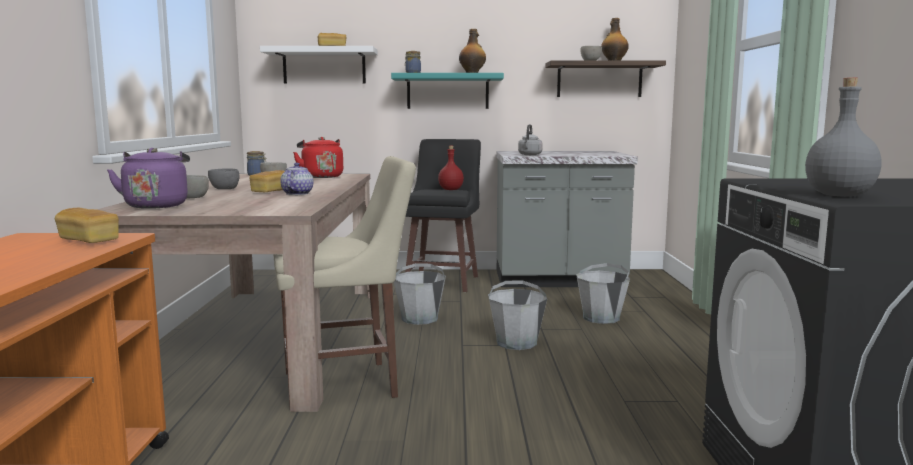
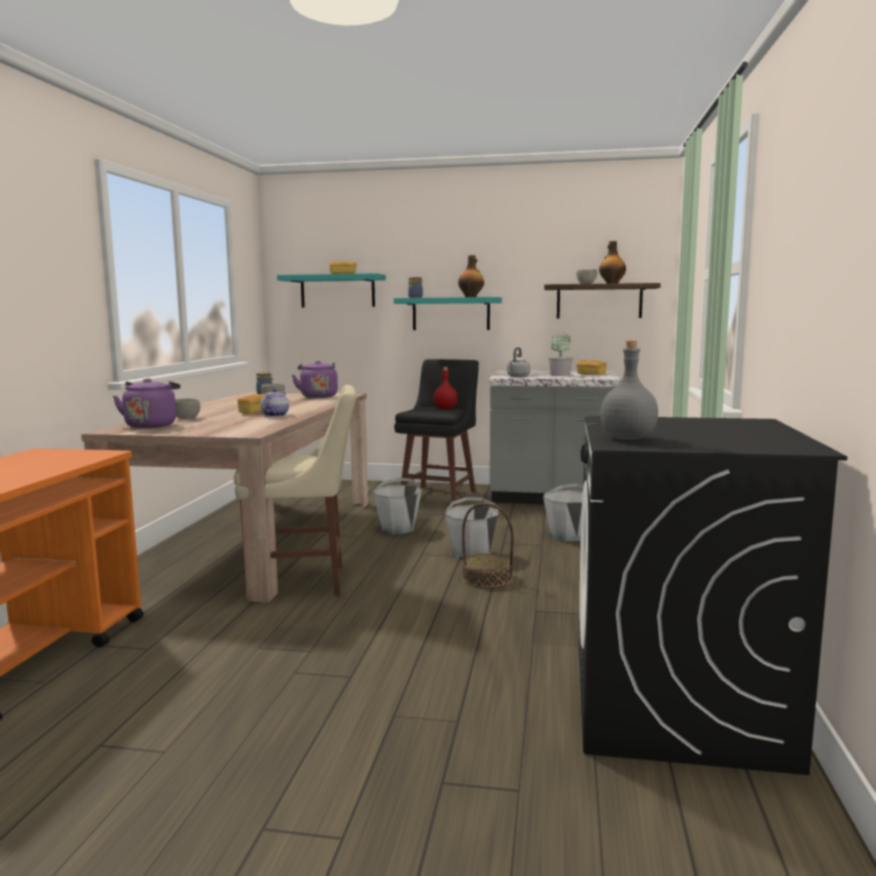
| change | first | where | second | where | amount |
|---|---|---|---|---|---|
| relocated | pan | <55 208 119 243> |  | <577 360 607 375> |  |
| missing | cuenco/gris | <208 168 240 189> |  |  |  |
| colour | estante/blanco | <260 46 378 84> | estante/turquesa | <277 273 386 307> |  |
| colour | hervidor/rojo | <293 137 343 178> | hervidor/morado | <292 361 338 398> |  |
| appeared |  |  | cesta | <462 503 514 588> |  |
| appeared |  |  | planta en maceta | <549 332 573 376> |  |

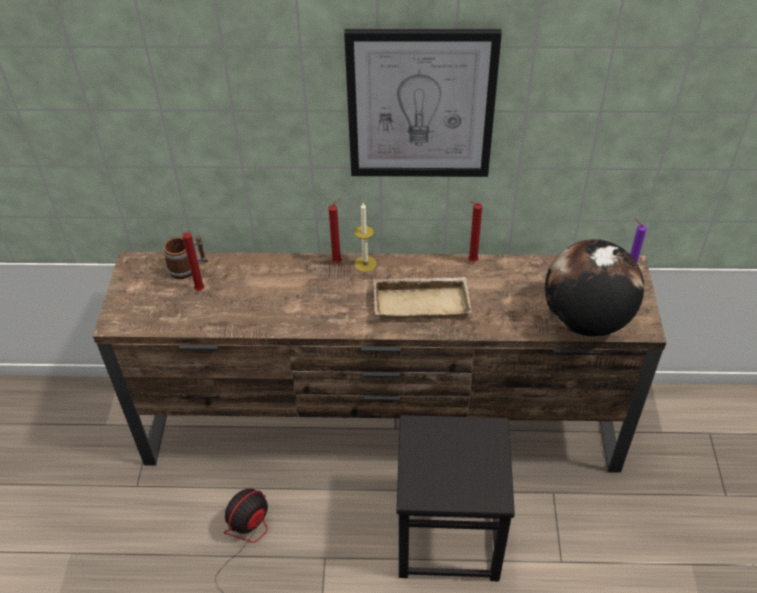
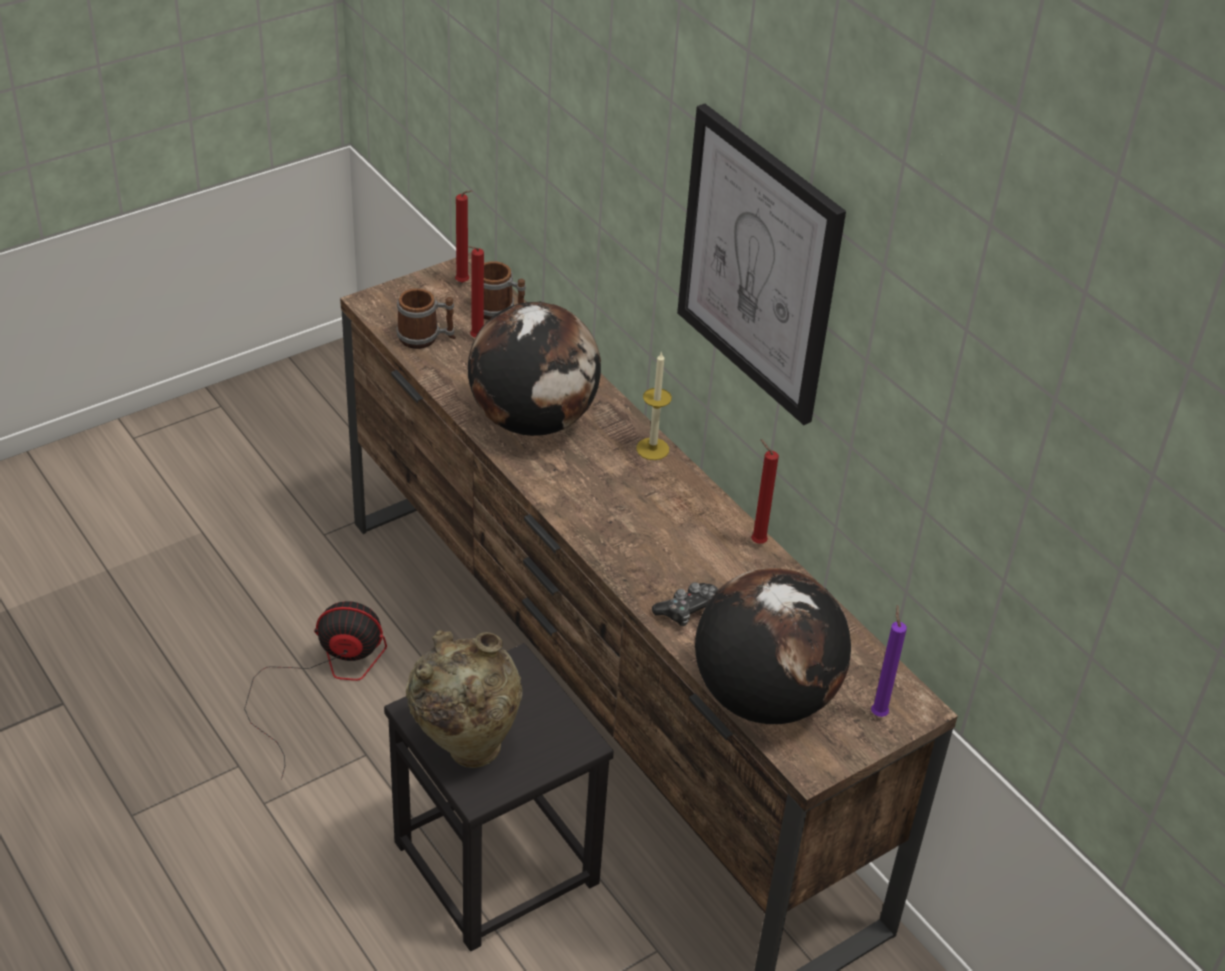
| change | first | where | second | where | amount |
|---|---|---|---|---|---|
| relocated | vela/rojo | <329 198 342 264> |  | <455 190 472 283> |  |
| missing | bandeja/beis | <373 277 472 321> |  |  |  |
| appeared |  |  | taza grande | <396 288 456 349> |  |
| appeared |  |  | florero/beis | <406 630 522 768> |  |
| appeared |  |  | globo terráqueo | <468 302 601 436> |  |
| appeared |  |  | mando de consola | <652 582 718 626> |  |

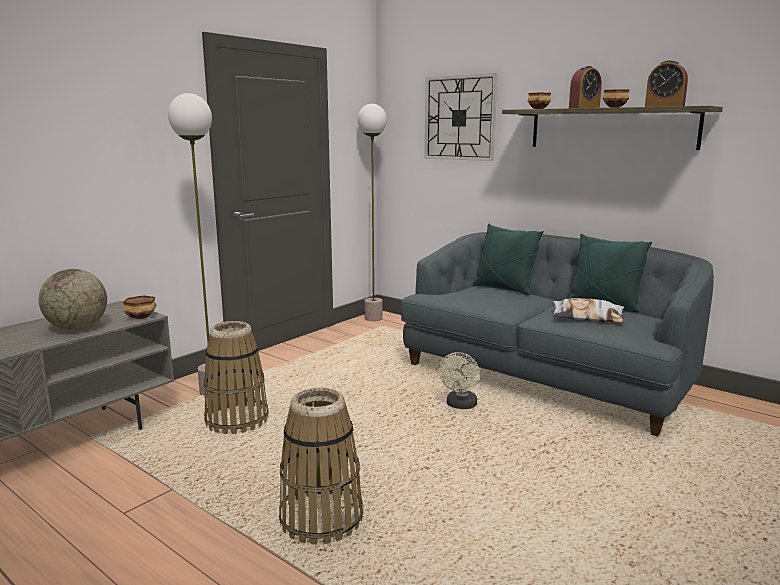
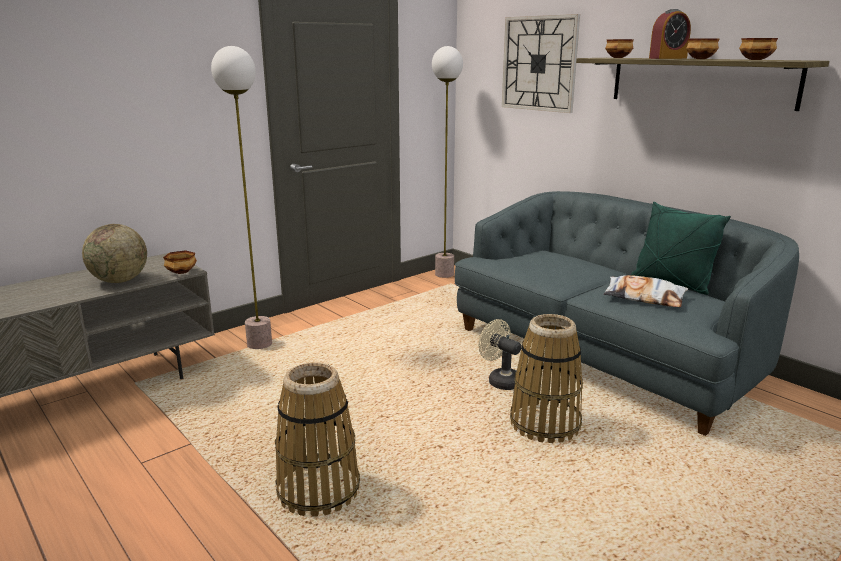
| change | first | where | second | where | amount |
|---|---|---|---|---|---|
| relocated | cesta | <204 321 269 434> |  | <510 314 583 443> |  |
| spun | ventilador/beis | <439 352 480 409> |  | <479 319 521 390> | 105 degrees clockwise |
| missing | cojín/verde | <473 224 544 295> |  |  |  |
| exchanged | despertador | <645 60 688 107> | cuenco | <739 38 778 60> |  |

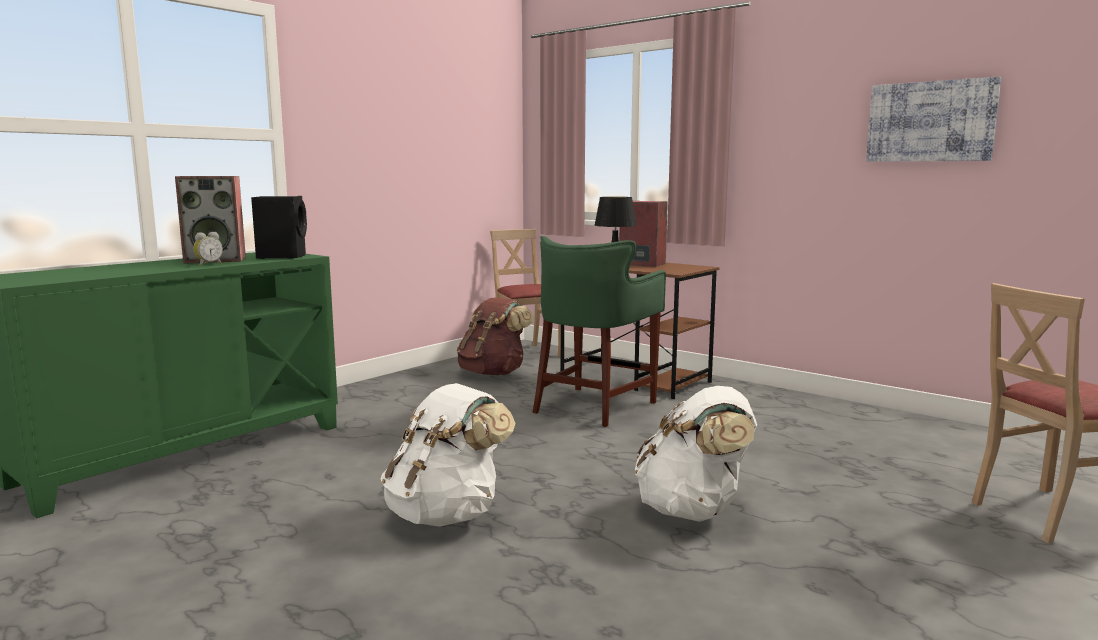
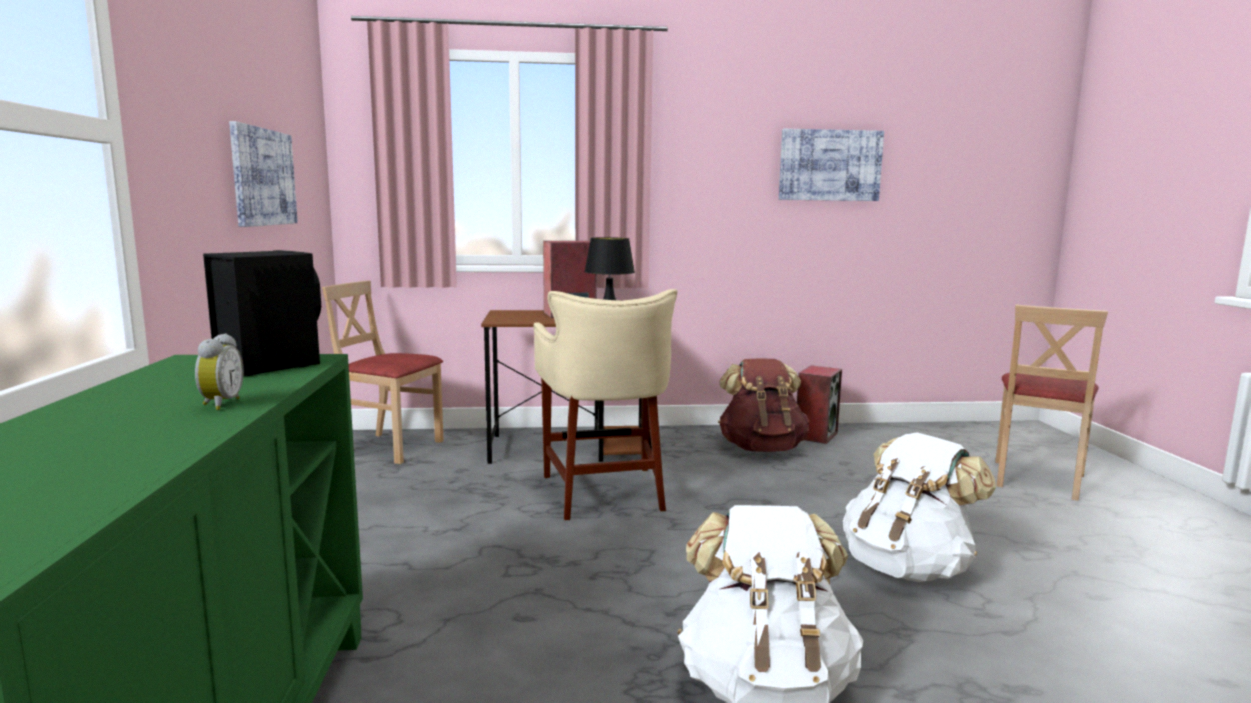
| change | first | where | second | where | amount |
|---|---|---|---|---|---|
| relocated | altavoz | <175 176 246 263> |  | <797 365 842 444> |  |
| relocated | mochila/marrón | <457 297 534 375> |  | <718 358 809 452> |  |
| colour | taburete/verde | <533 236 666 427> | taburete/beis | <533 289 678 520> |  |
| appeared |  |  | cuadro | <229 121 298 227> |  |

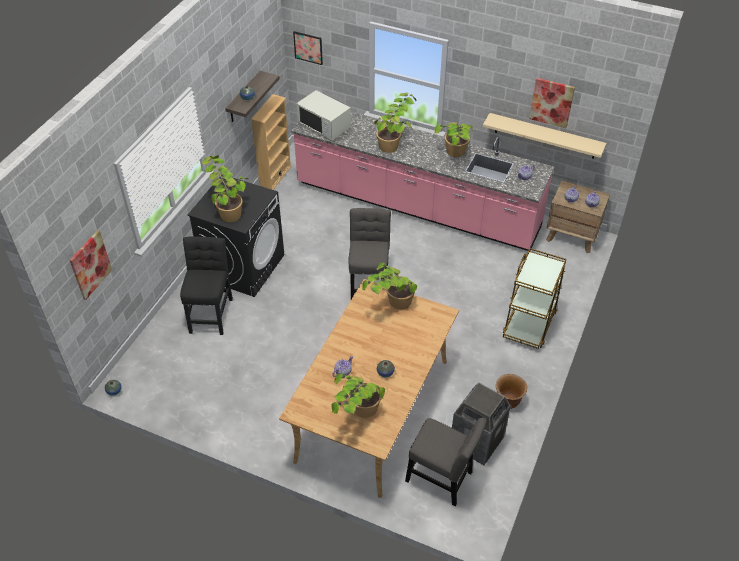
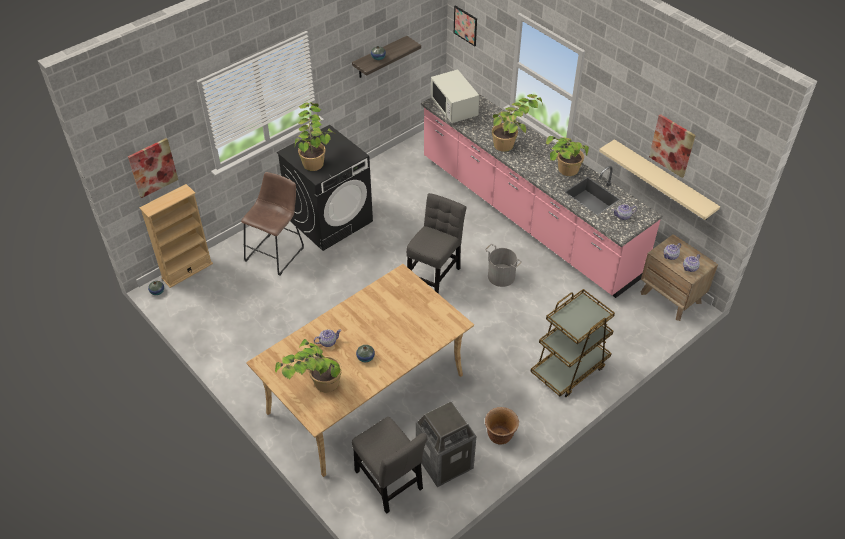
| change | first | where | second | where | amount |
|---|---|---|---|---|---|
| exchanged | silla/negro | <180 237 233 335> | taburete/marrón | <241 172 304 276> |  |
| relocated | estantería/beis | <251 94 292 190> |  | <140 184 213 288> |  |
| missing | planta en maceta | <362 262 417 310> |  |  |  |
| appeared |  |  | cubo/gris | <485 244 522 287> |  |

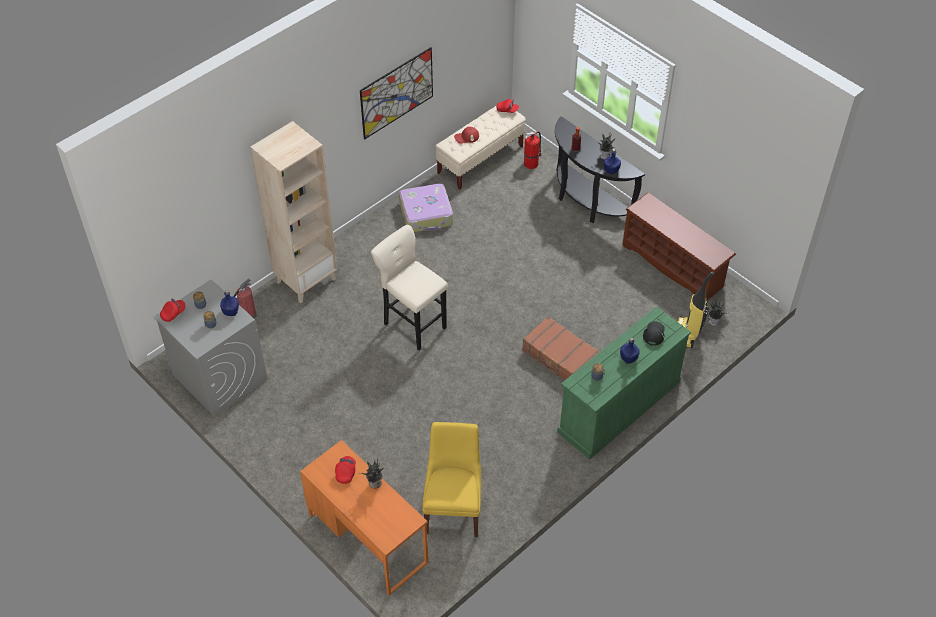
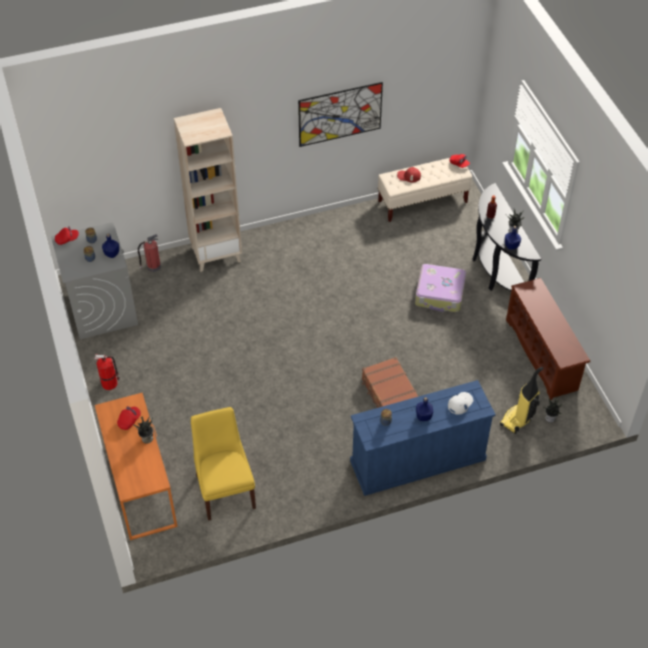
| change | first | where | second | where | amount |
|---|---|---|---|---|---|
| missing | taburete/beis | <371 225 448 350> |  |  |  |
| relocated | maleta | <399 183 453 232> |  | <415 264 466 312> |  |
| spun | silla/amarillo | <422 422 481 537> |  | <191 407 256 521> | 45 degrees counterclockwise |
| relocated | extintor | <524 131 542 169> |  | <94 354 120 390> |  |
| colour | cómoda/verde | <557 306 691 460> | cómoda/azul | <350 380 496 496> |  |
| colour | gorra/negro | <643 321 665 345> | gorra/blanco | <448 392 473 414> |  |

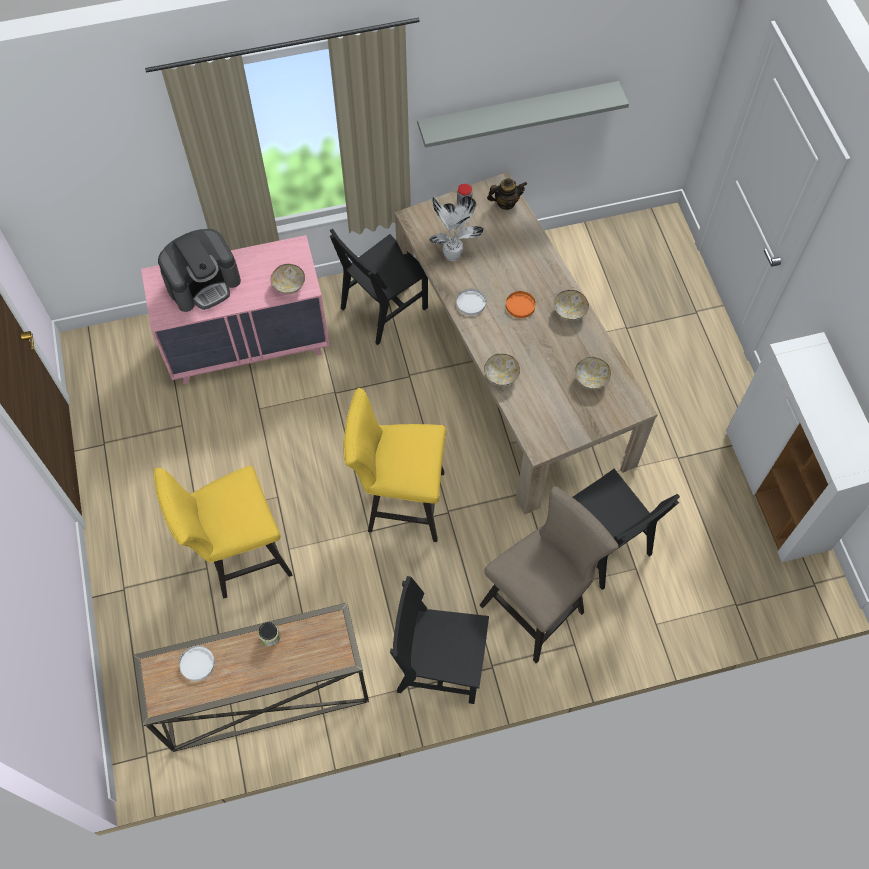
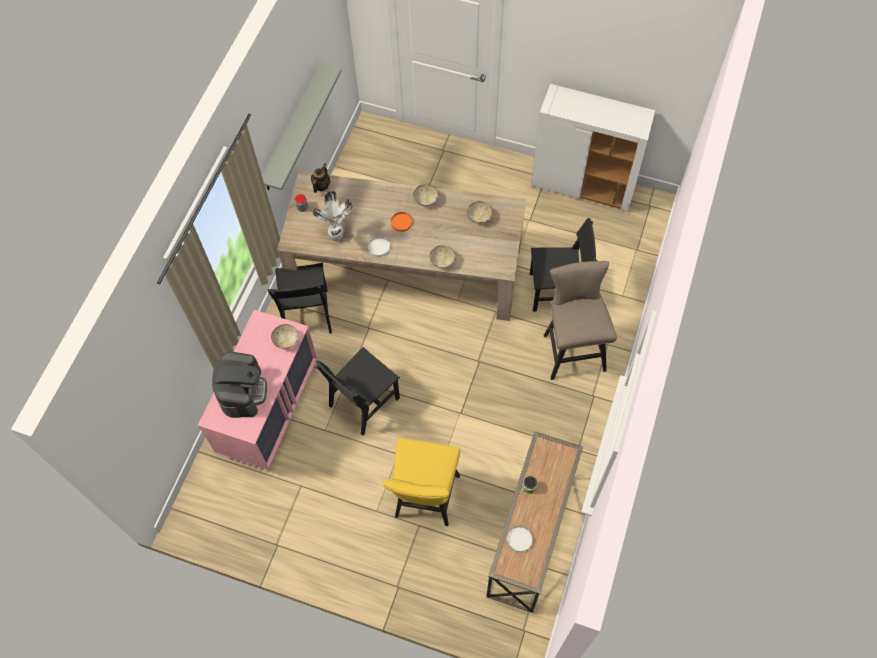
| change | first | where | second | where | amount |
|---|---|---|---|---|---|
| missing | taburete/amarillo | <344 388 446 542> |  |  |  |
| relocated | silla/negro | <390 576 489 704> |  | <316 347 400 436> |  |

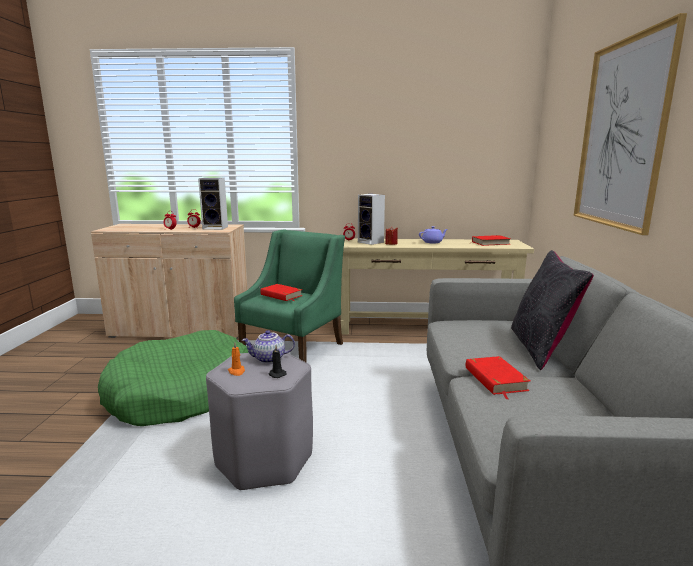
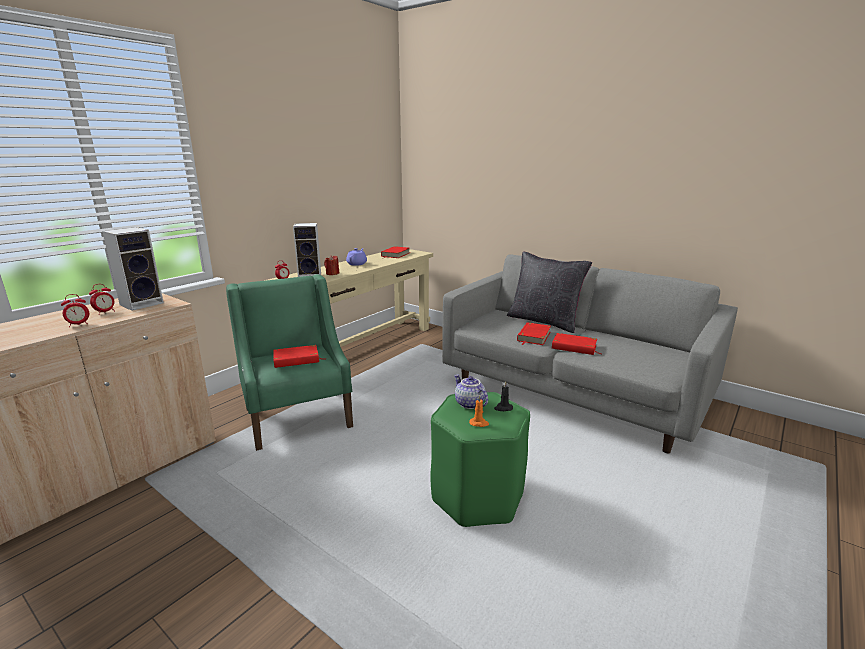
| change | first | where | second | where | amount |
|---|---|---|---|---|---|
| missing | cama para perro/verde | <98 330 249 426> |  |  |  |
| colour | taburete/gris | <206 353 313 490> | taburete/verde | <431 392 530 527> |  |
| spun | tetera | <242 330 295 364> |  | <454 375 488 409> | 120 degrees clockwise |
| missing | cuadro | <574 13 687 235> |  |  |  |
| appeared |  |  | libro/rojo | <517 322 551 345> |  |

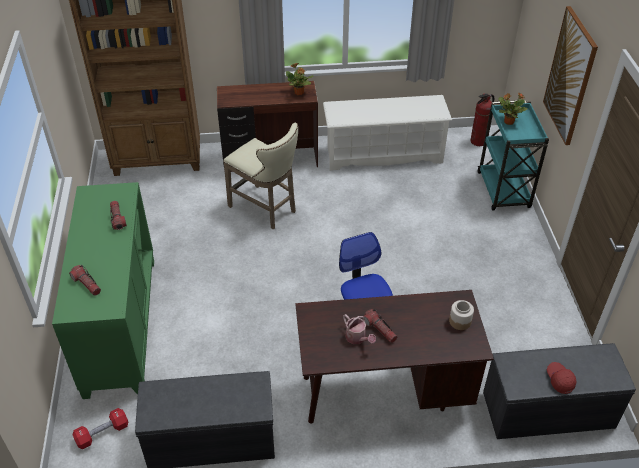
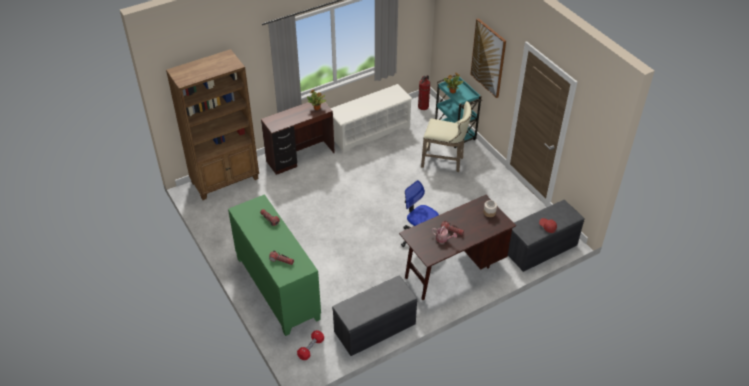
| change | first | where | second | where | amount |
|---|---|---|---|---|---|
| relocated | taburete/beis | <223 123 298 229> |  | <421 101 472 172> |  |

